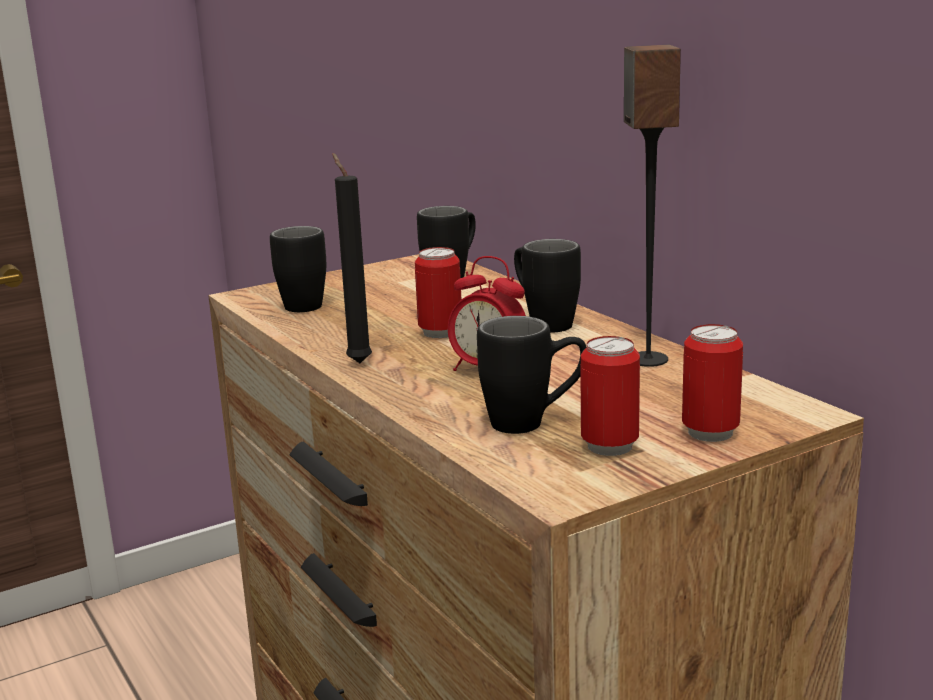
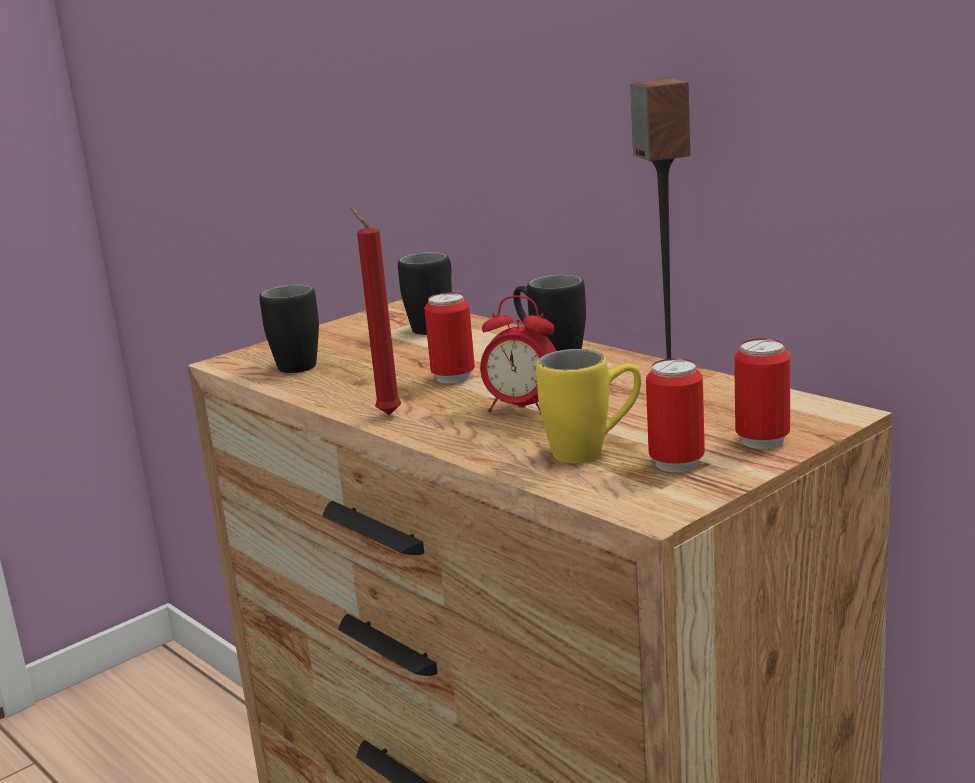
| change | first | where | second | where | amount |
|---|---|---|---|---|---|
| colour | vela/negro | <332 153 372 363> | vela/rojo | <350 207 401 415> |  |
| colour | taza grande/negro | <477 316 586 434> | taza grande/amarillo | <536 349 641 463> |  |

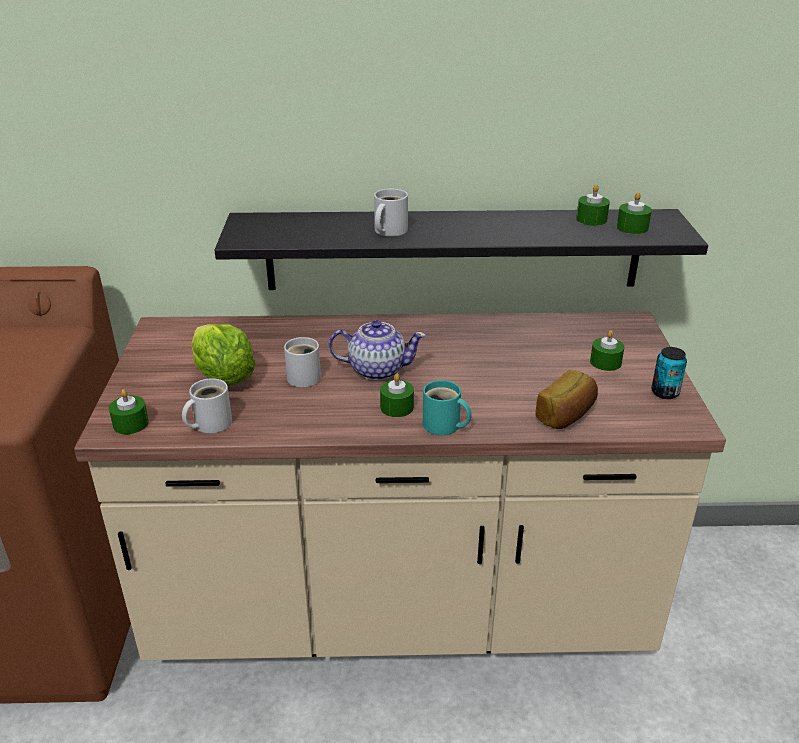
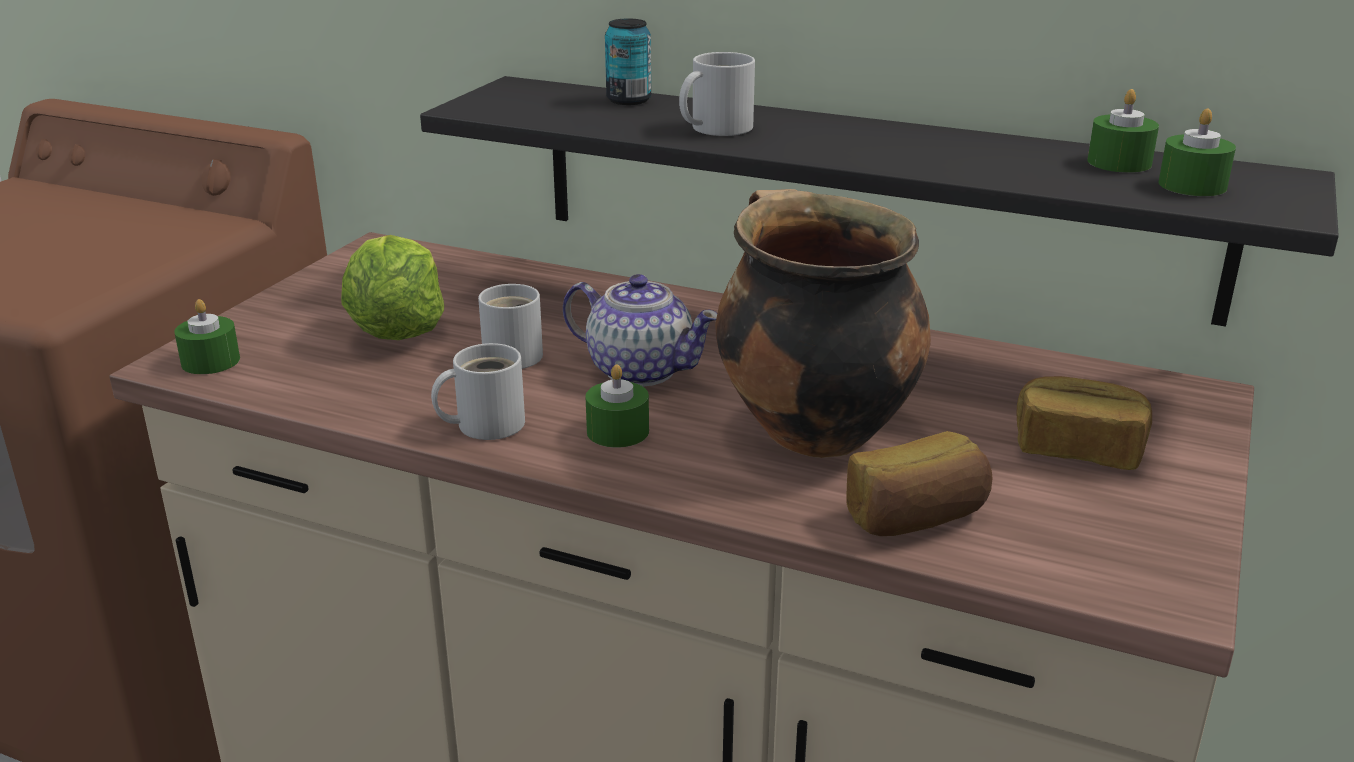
| change | first | where | second | where | amount |
|---|---|---|---|---|---|
| relocated | taza grande/blanco | <182 378 232 434> |  | <431 343 525 440> |  |
| missing | taza grande/turquesa | <423 380 472 435> |  |  |  |
| exchanged | vela/verde | <590 330 625 371> | pan | <1017 376 1152 470> |  |
| relocated | lata | <651 347 687 399> |  | <605 18 651 105> |  |
| appeared |  |  | olla | <715 189 931 458> |  |

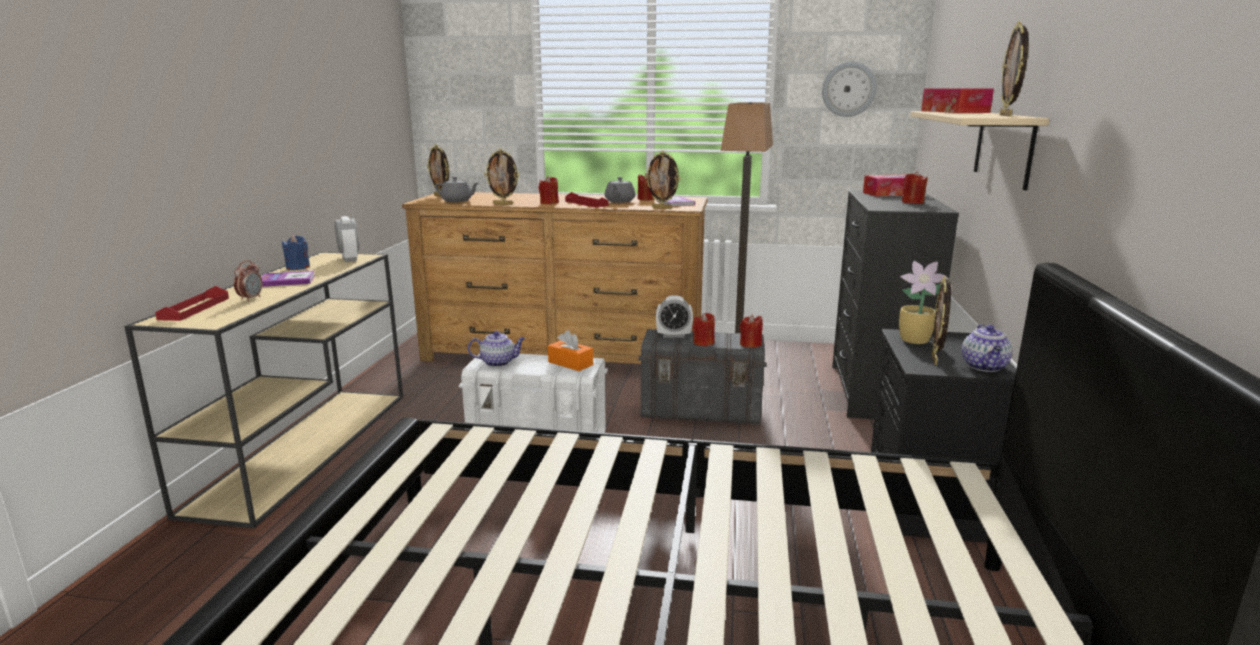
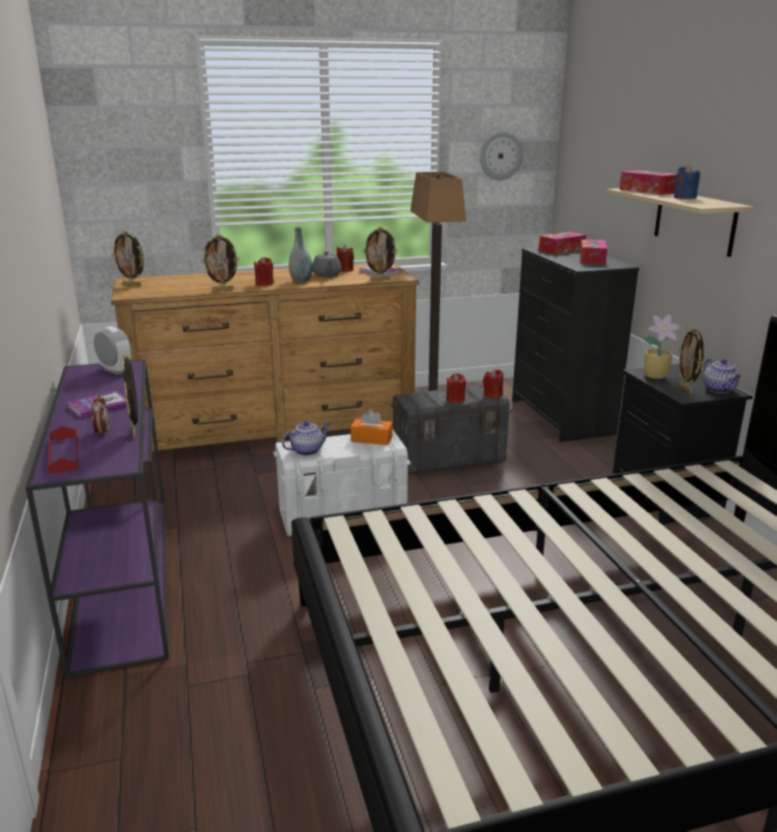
| change | first | where | second | where | amount |
|---|---|---|---|---|---|
| colour | mesa consola/beis | <124 252 403 528> | mesa consola/morado | <25 360 169 678> |  |
| relocated | vela/azul | <282 235 310 270> |  | <674 165 700 199> |  |
| missing | tetera/gris | <434 176 478 202> |  |  |  |
| exchanged | bandeja/rojo | <565 192 608 208> | florero/gris | <289 227 313 282> |  |
| missing | despertador | <656 295 693 338> |  |  |  |
| exchanged | vela/rojo | <902 171 928 204> | caja de pañuelos | <580 239 607 264> |  |
| relocated | portarretratos | <1000 21 1029 117> |  | <122 354 138 438> |  |

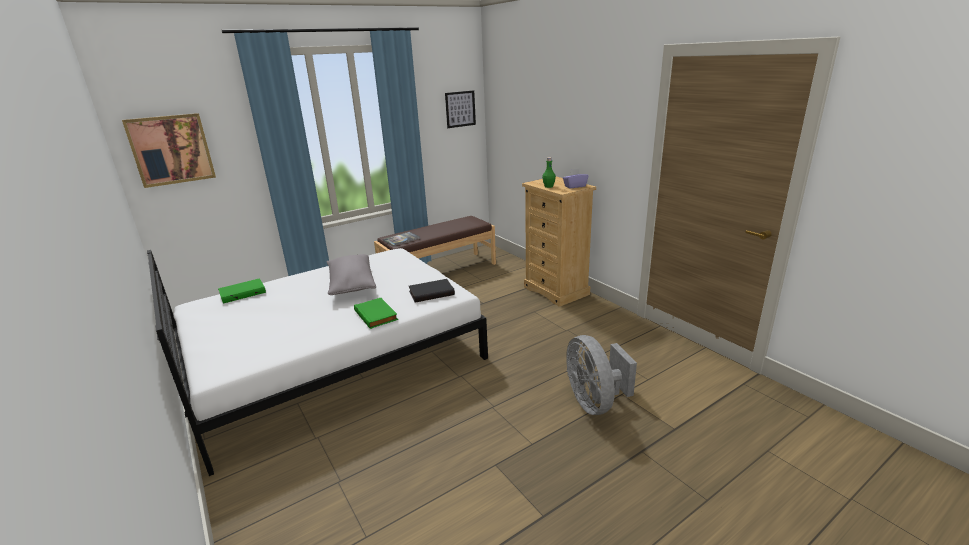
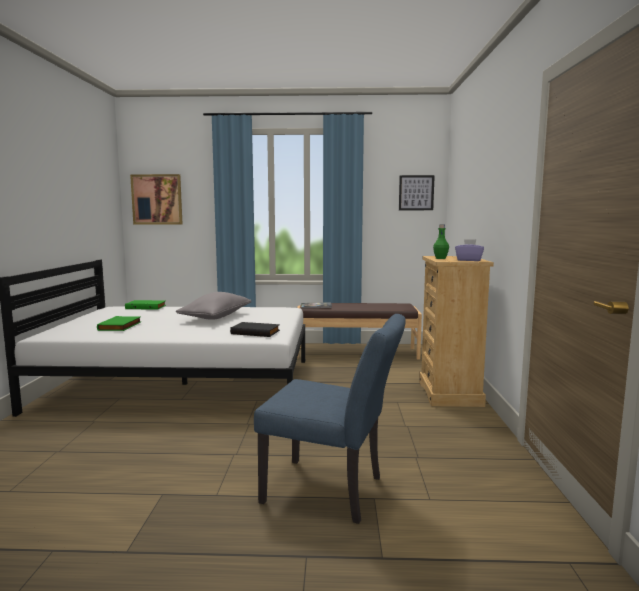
| change | first | where | second | where | amount |
|---|---|---|---|---|---|
| relocated | libro/verde | <354 298 398 329> |  | <97 316 141 331> |  |
| exchanged | ventilador/gris | <566 335 637 415> | silla/azul | <254 314 406 524> |  |

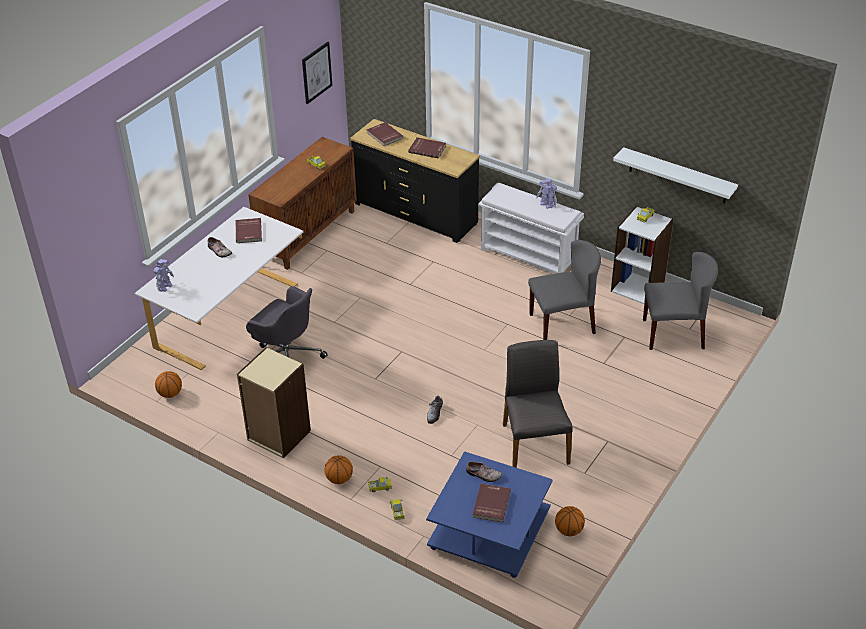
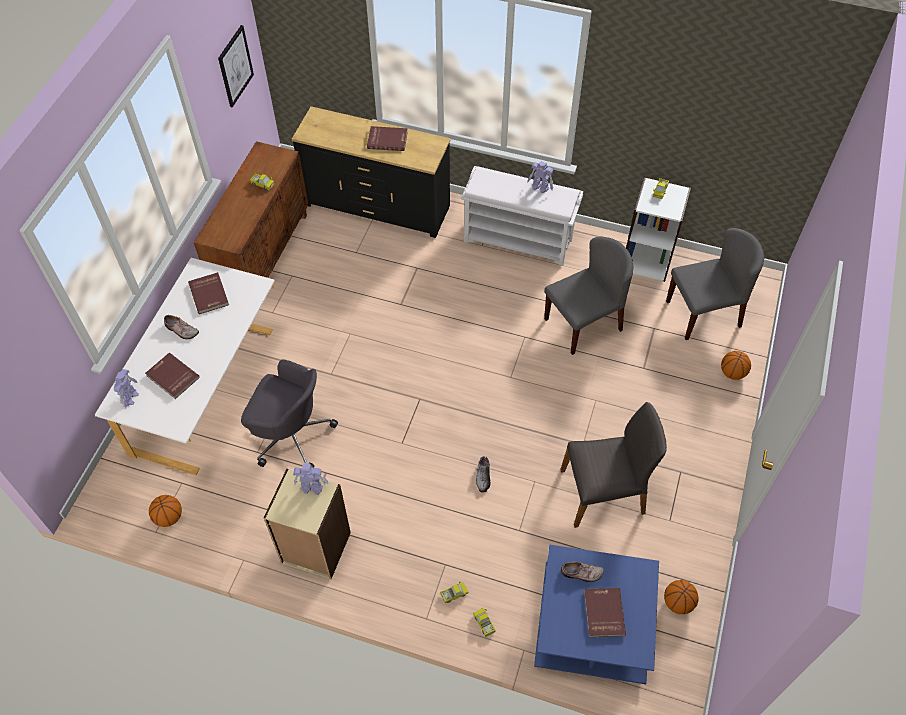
| change | first | where | second | where | amount |
|---|---|---|---|---|---|
| relocated | balón de baloncesto | <325 456 353 484> |  | <721 351 751 380> |  |
| relocated | libro/rojo | <366 122 403 146> |  | <145 353 200 399> |  |
| spun | silla/gris | <503 340 573 468> |  | <560 402 667 528> | 105 degrees clockwise |
| missing | estante/blanco | <613 147 738 203> |  |  |  |
| appeared |  |  | robot de juguete | <293 462 328 495> |  |

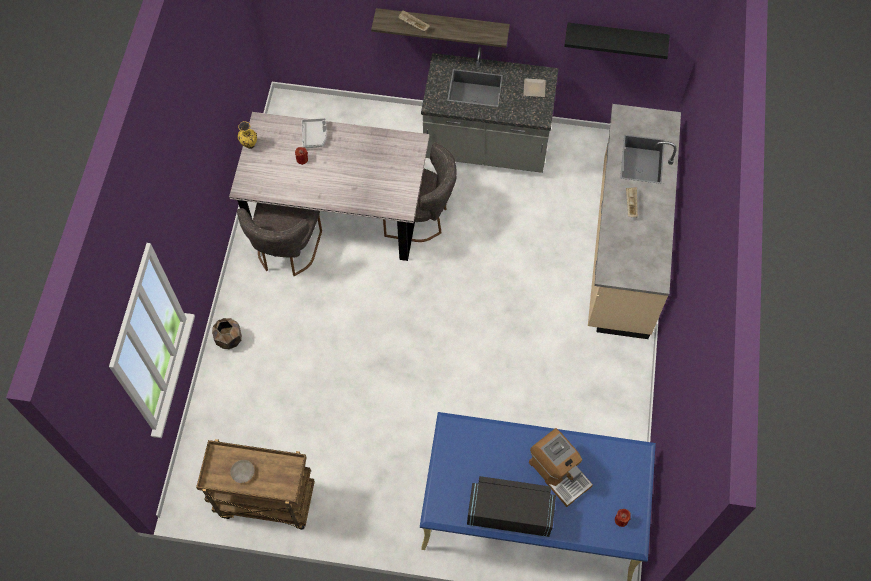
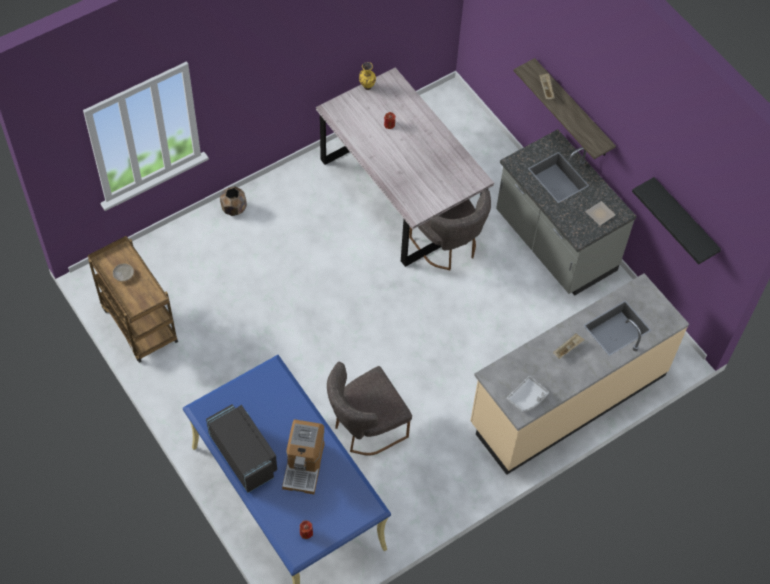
| change | first | where | second | where | amount |
|---|---|---|---|---|---|
| relocated | silla/gris | <237 203 322 276> |  | <327 362 412 456> |  |
| relocated | bandeja/gris | <302 118 327 148> |  | <507 376 549 413> |  |

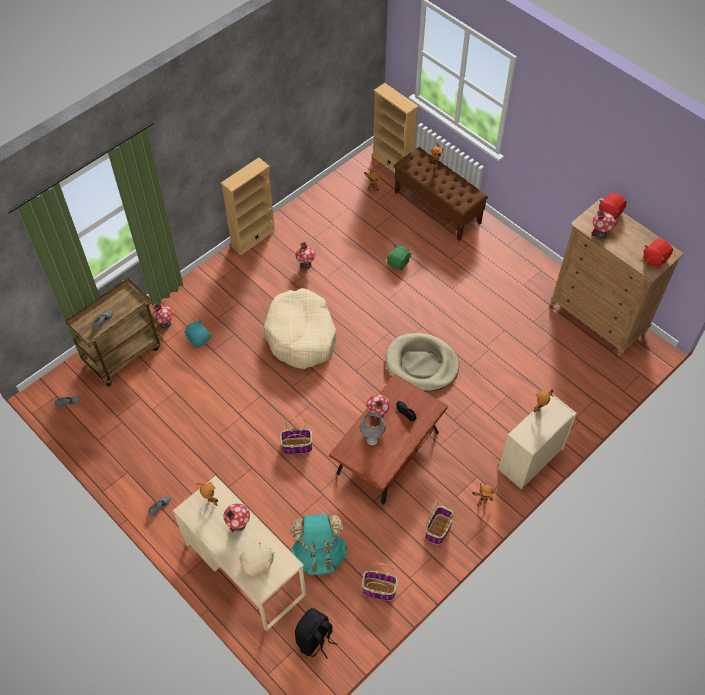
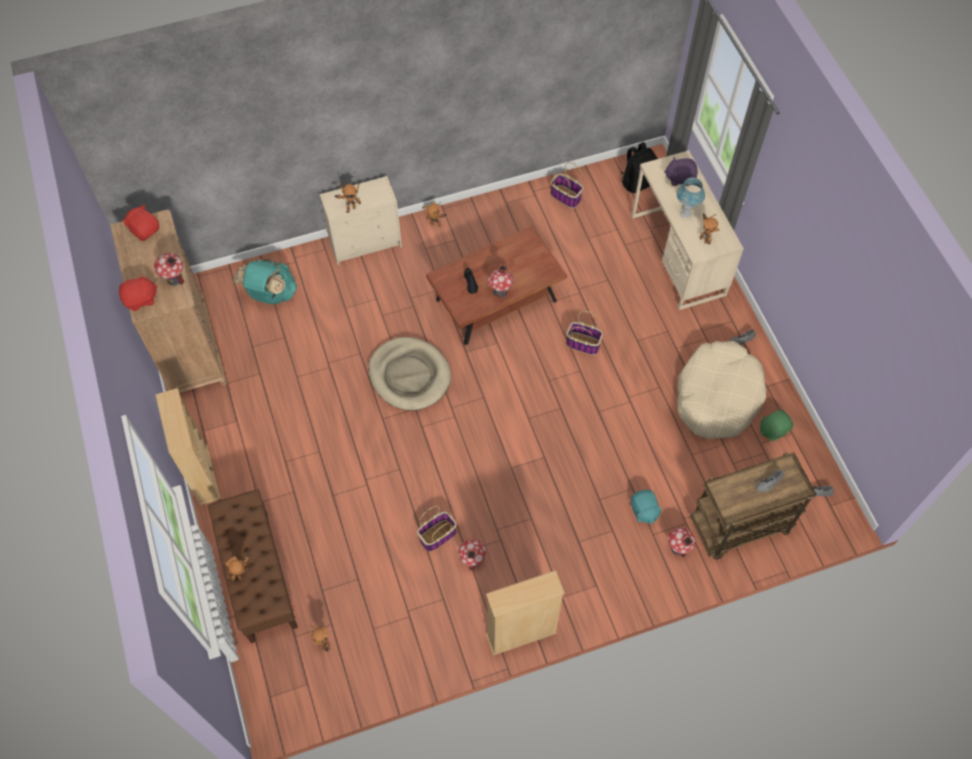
| change | first | where | second | where | amount |
|---|---|---|---|---|---|
| exchanged | casita | <223 504 250 532> | lámpara de mesa/azul | <677 178 705 218> |  |
| colour | peluche/beis | <240 541 275 576> | peluche/morado | <664 156 698 186> |  |
| relocated | cama para perro/beis | <264 288 337 369> |  | <677 341 766 439> |  |
| relocated | mochila/turquesa | <290 514 347 575> |  | <234 259 297 304> |  |
| missing | lámpara de mesa/gris | <360 412 386 445> |  |  |  |
| relocated | estantería/beis | <372 83 418 173> |  | <155 388 221 505> |  |
| relocated | peluche/verde | <387 245 412 270> |  | <760 410 793 442> |  |
| relocated | cesta | <426 501 455 545> |  | <417 505 457 552> |  |
| spun | peluche/rojo | <643 239 673 269> |  | <122 204 159 241> | 120 degrees counterclockwise |

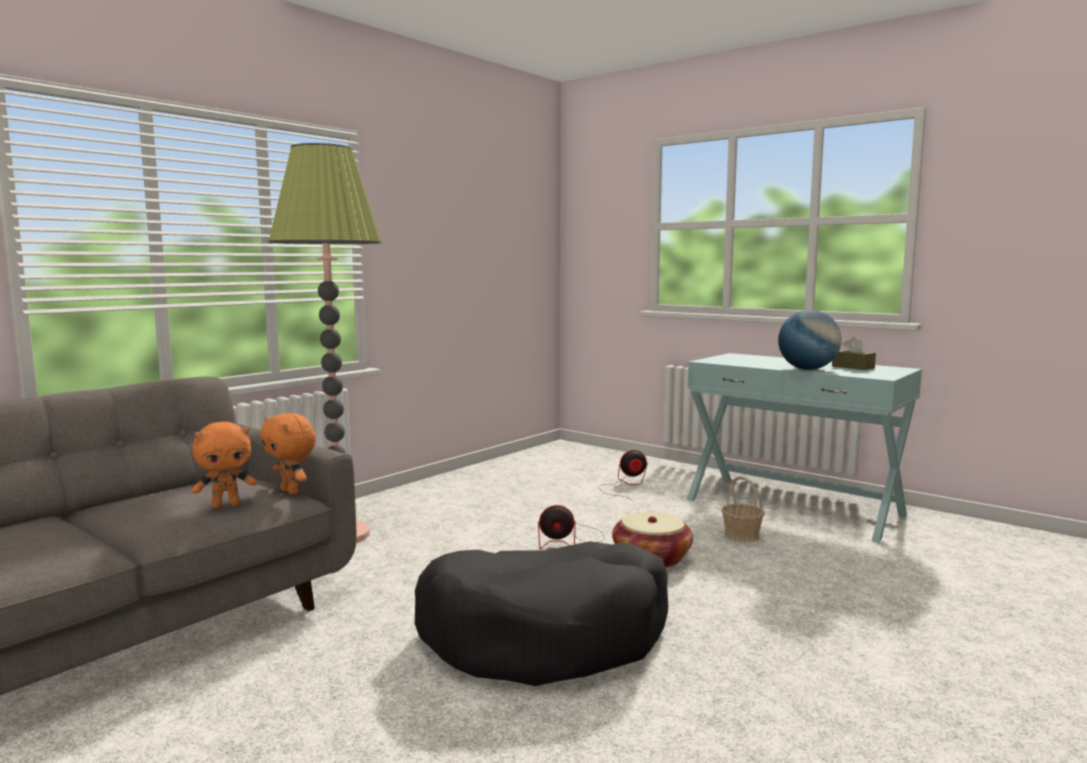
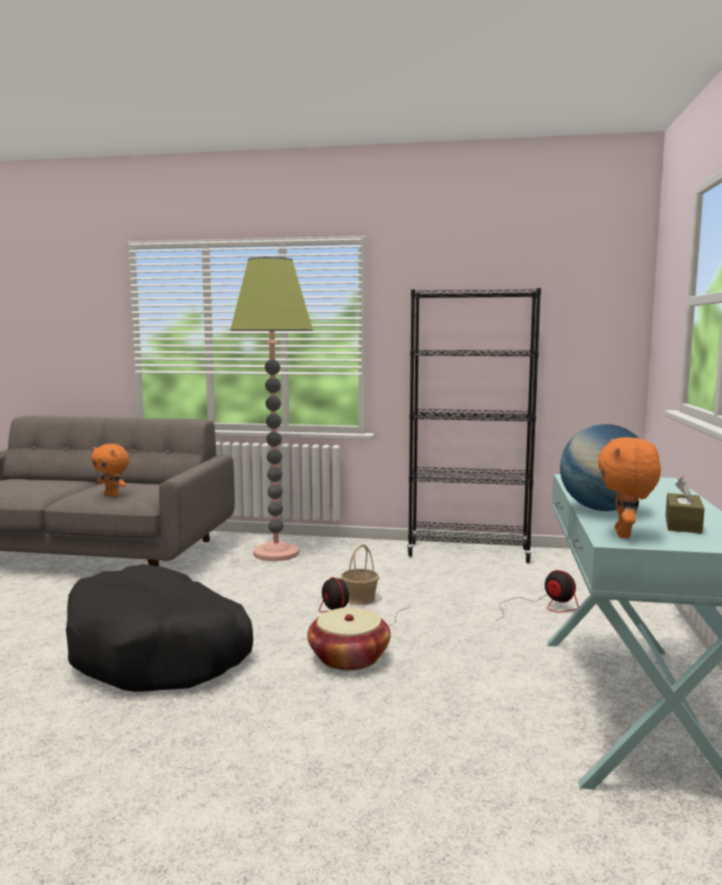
| change | first | where | second | where | amount |
|---|---|---|---|---|---|
| relocated | peluche/naranja | <260 413 316 494> |  | <598 437 661 538> |  |
| relocated | cesta | <721 476 765 543> |  | <341 544 379 605> |  |
| appeared |  |  | estantería/negro | <407 288 541 563> |  |

